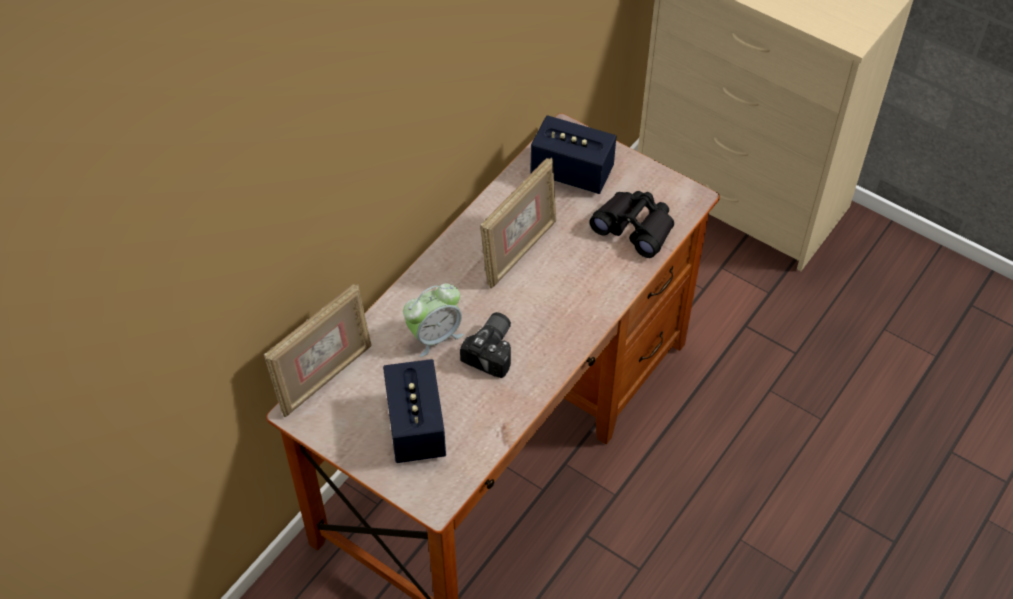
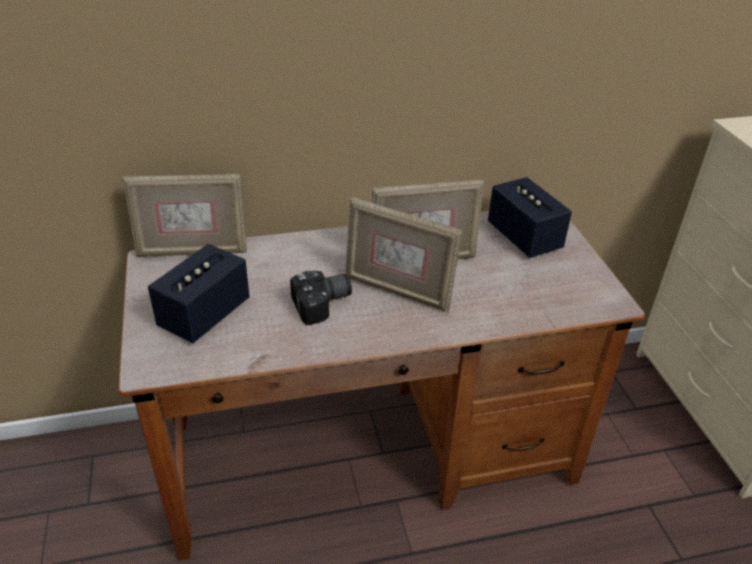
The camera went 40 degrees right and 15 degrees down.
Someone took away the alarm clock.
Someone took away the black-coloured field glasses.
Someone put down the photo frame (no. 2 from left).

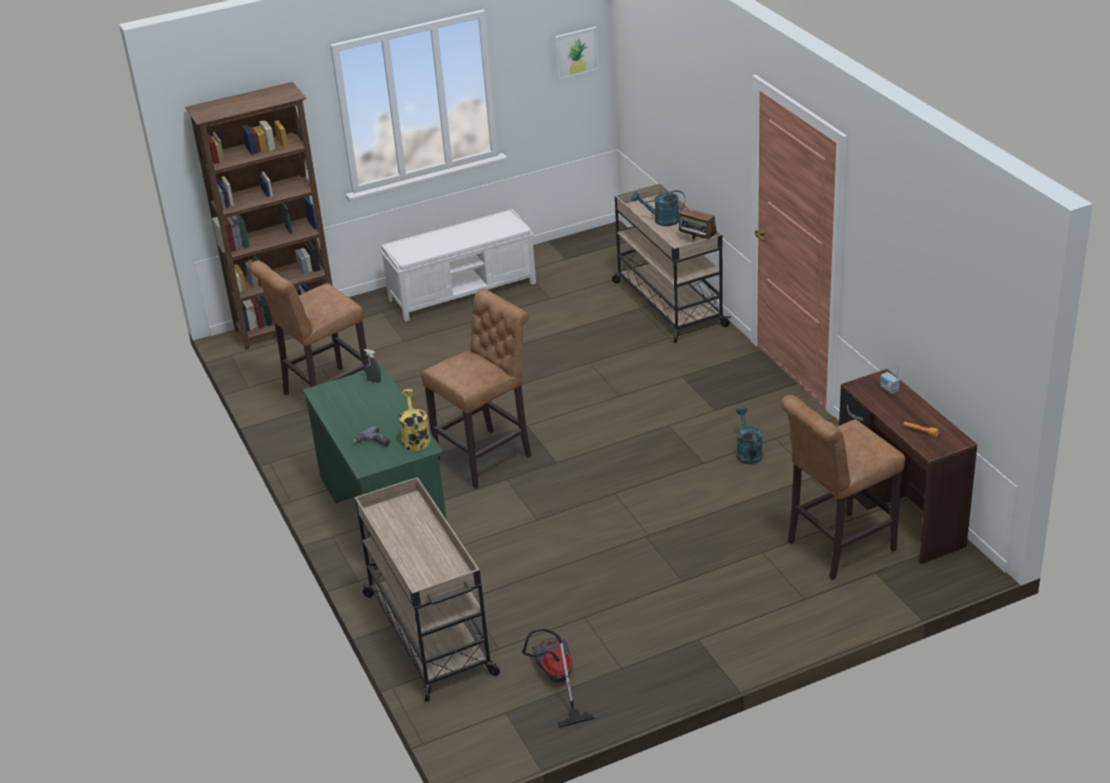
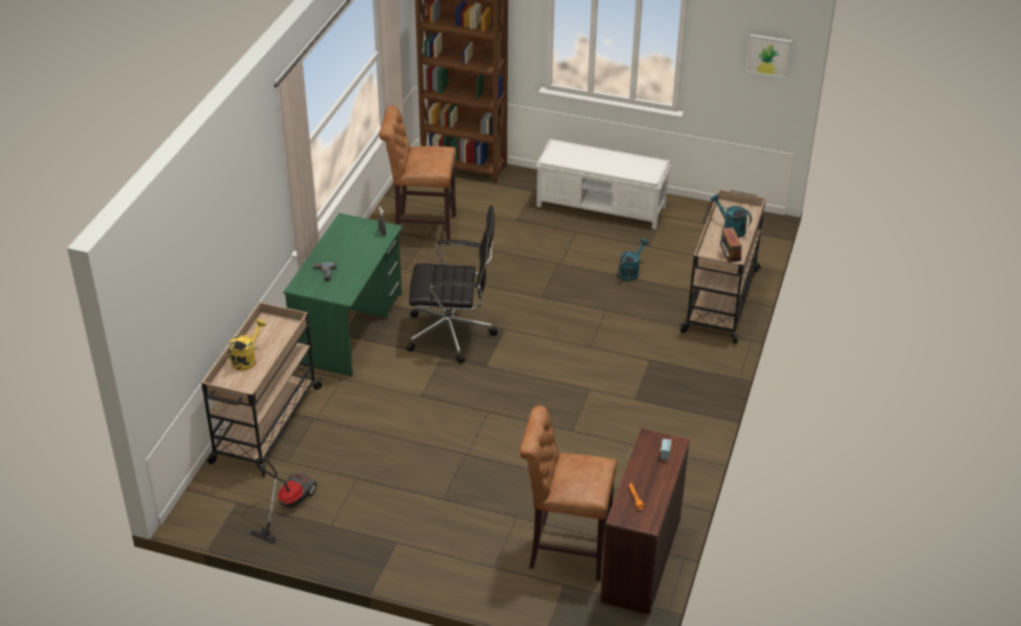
The camera went 40 degrees right and 5 degrees up.
Someone carried the yellow watering pot.
Someone carried the blue-green watering pot (no. 2 from left in the first image).
Someone swapped the brown-coloured stool seat (no. 2 from left) for the black-coloured desk chair.

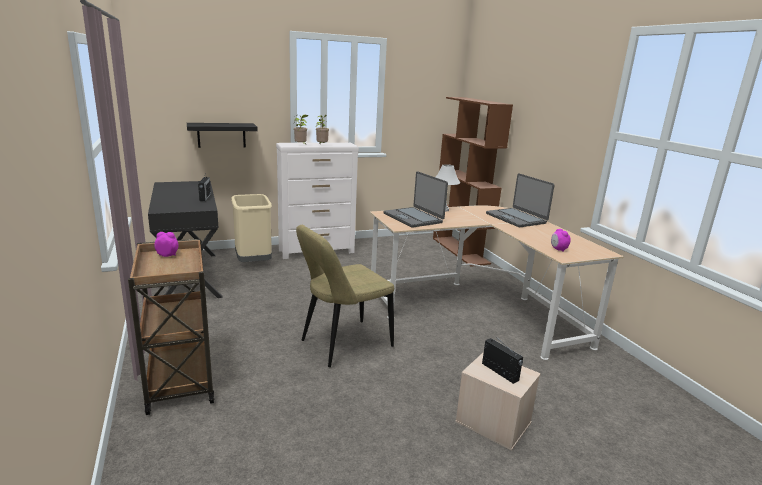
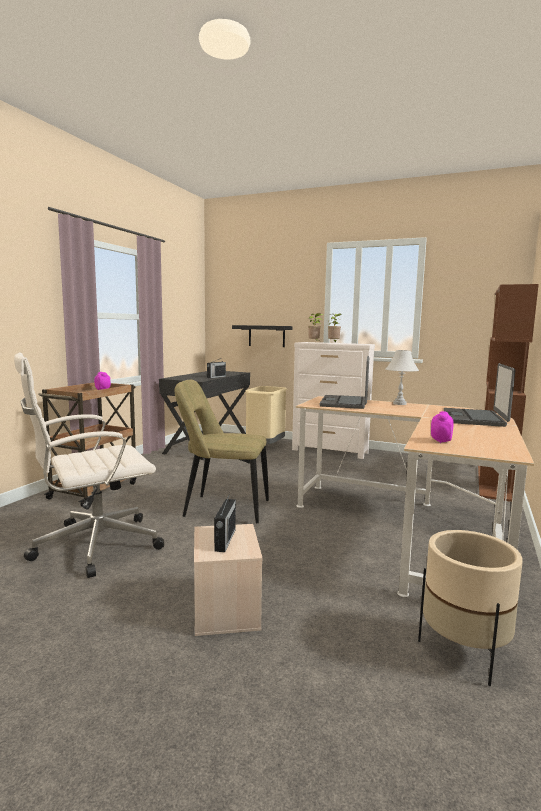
The camera went 45 degrees right and 10 degrees down.
Someone put down the whitish desk chair.
Someone put down the sand-coloured flower pot.

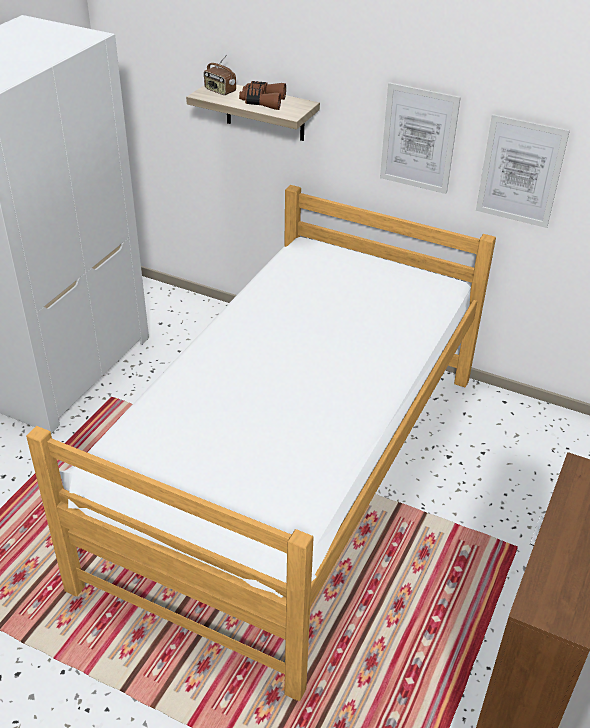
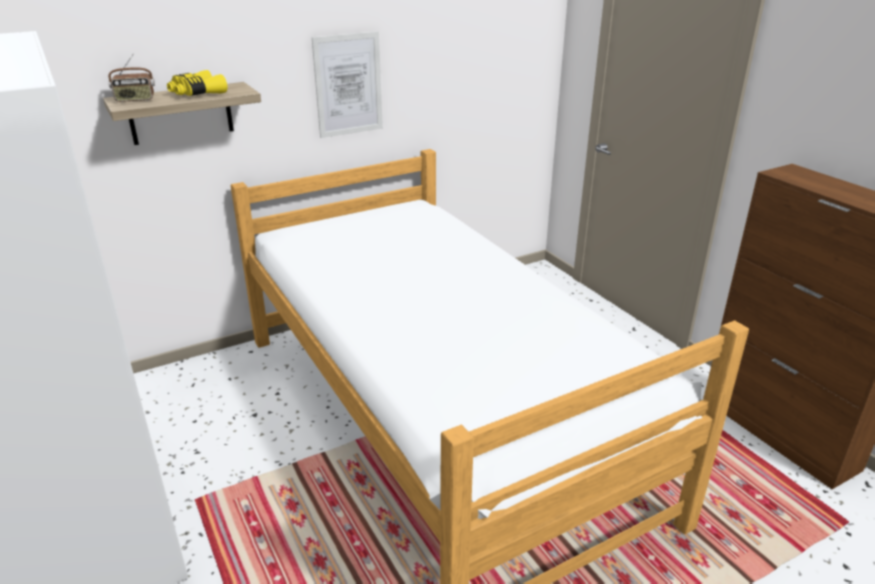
The camera went 55 degrees left and 10 degrees down.
Someone took away the picture (no. 2 from left).
Someone repainted the brown-coloured field glasses, which became the yellow field glasses.

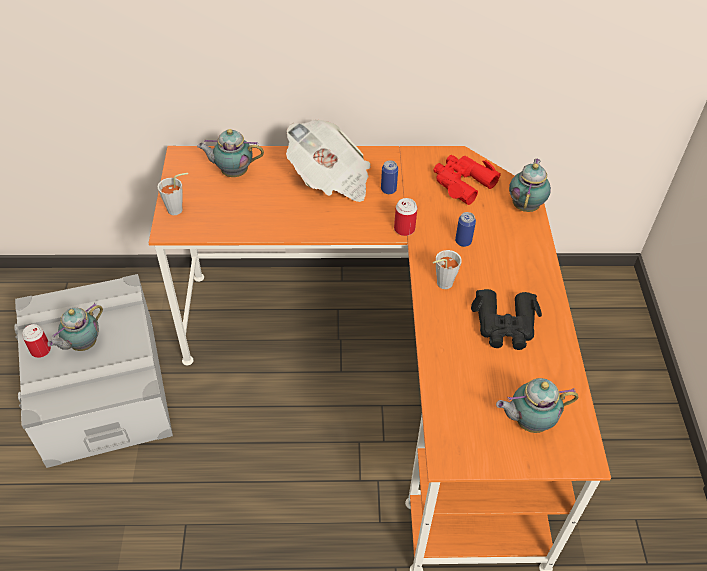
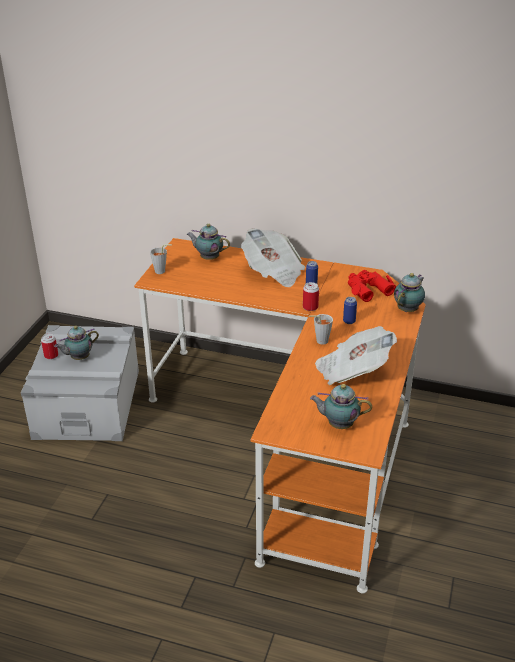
The camera went 20 degrees right and 15 degrees down.
Someone swapped the black-coloured field glasses for the daily paper (no. 2 from left).

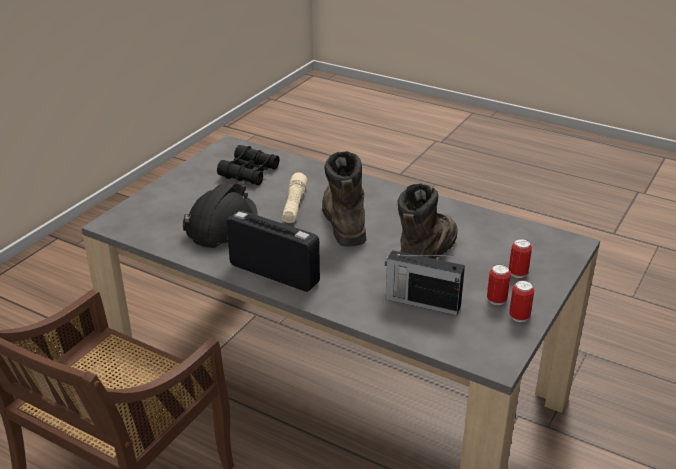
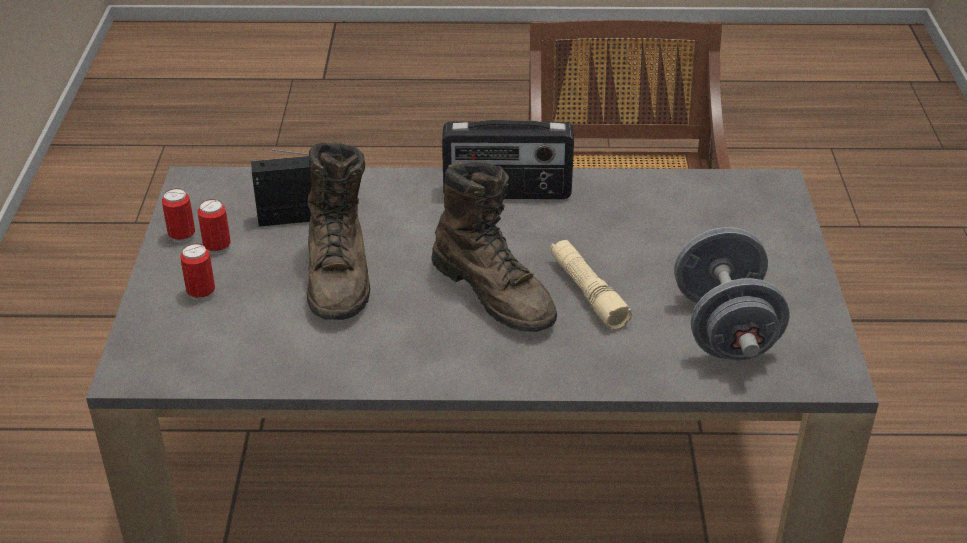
The camera went 150 degrees right and 5 degrees up.
Someone took away the black-coloured hard hat.
Someone swapped the black-coloured field glasses for the grey hand weight.

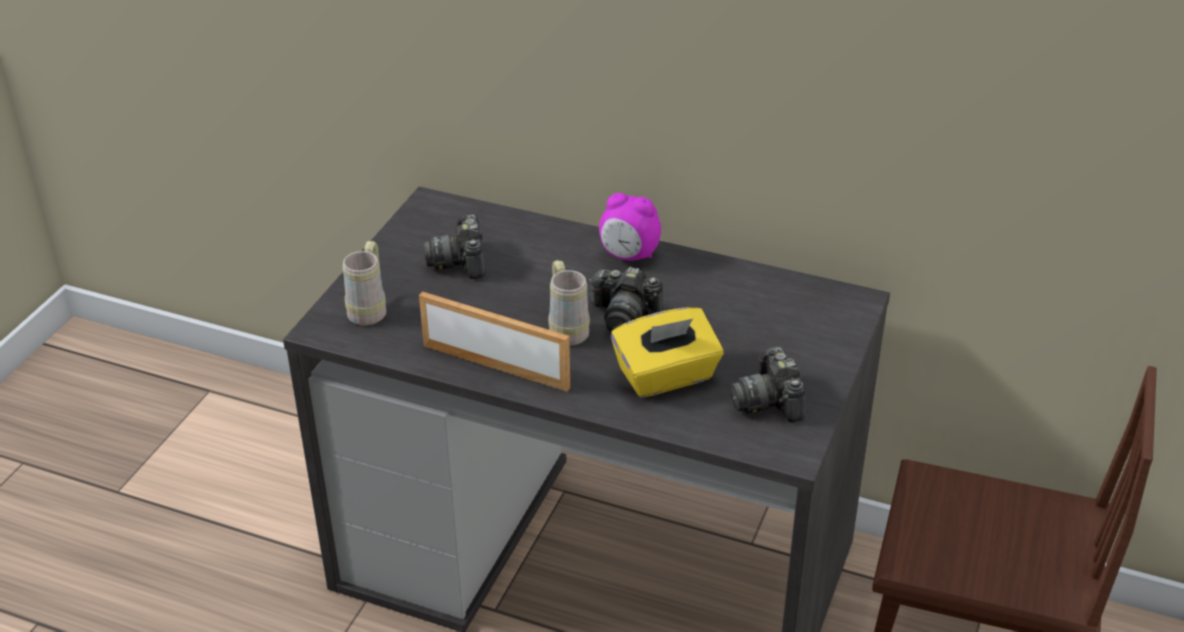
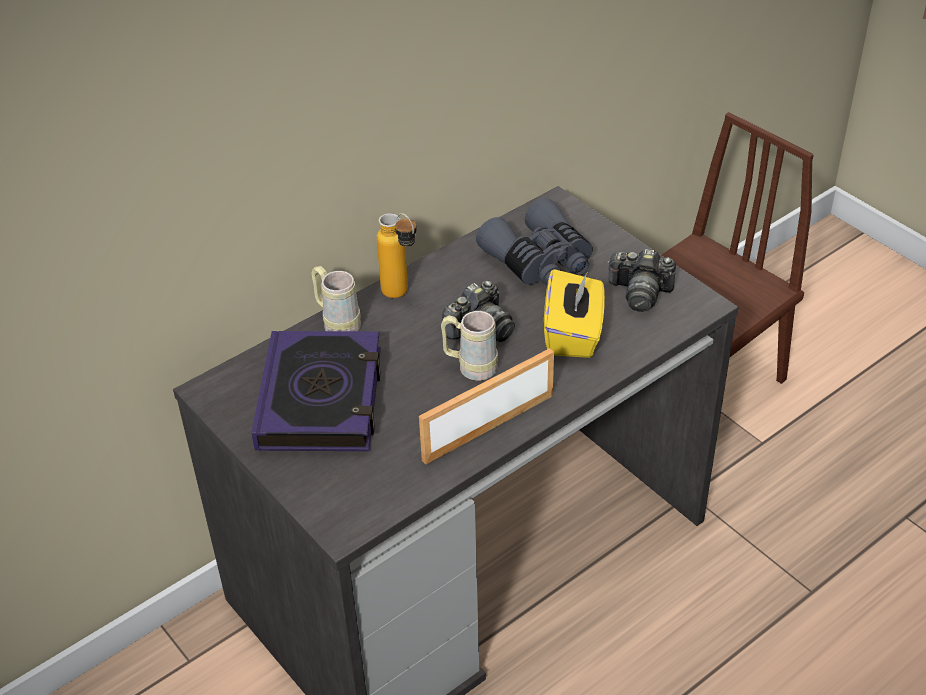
The camera went 60 degrees left and 5 degrees up.
Someone put down the grey field glasses.
Someone carried the sand-coloured coffee mug (no. 1 from left).
Someone swapped the still camera (no. 1 from left) for the bound book.
Someone swapped the alarm clock for the drink bottle.

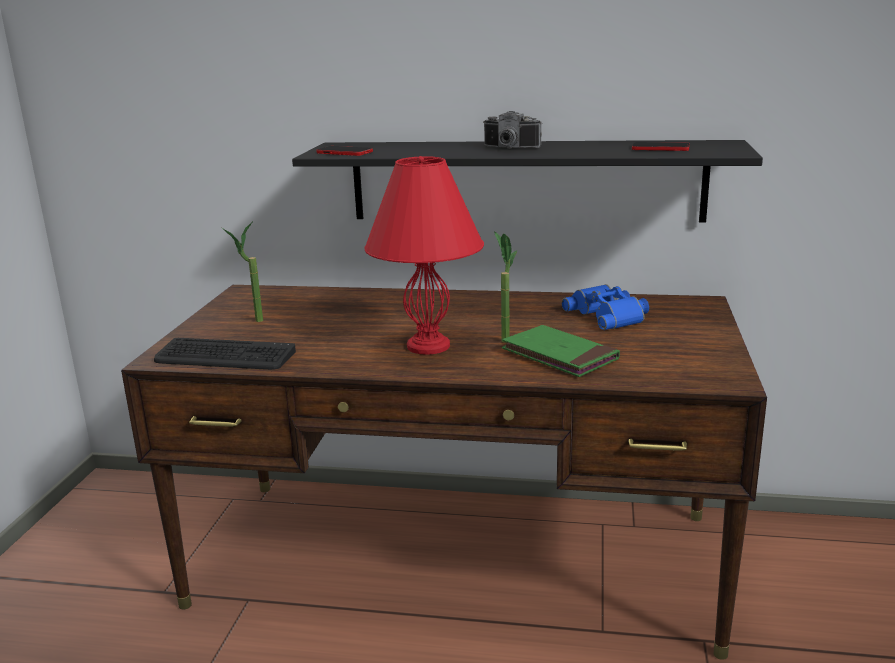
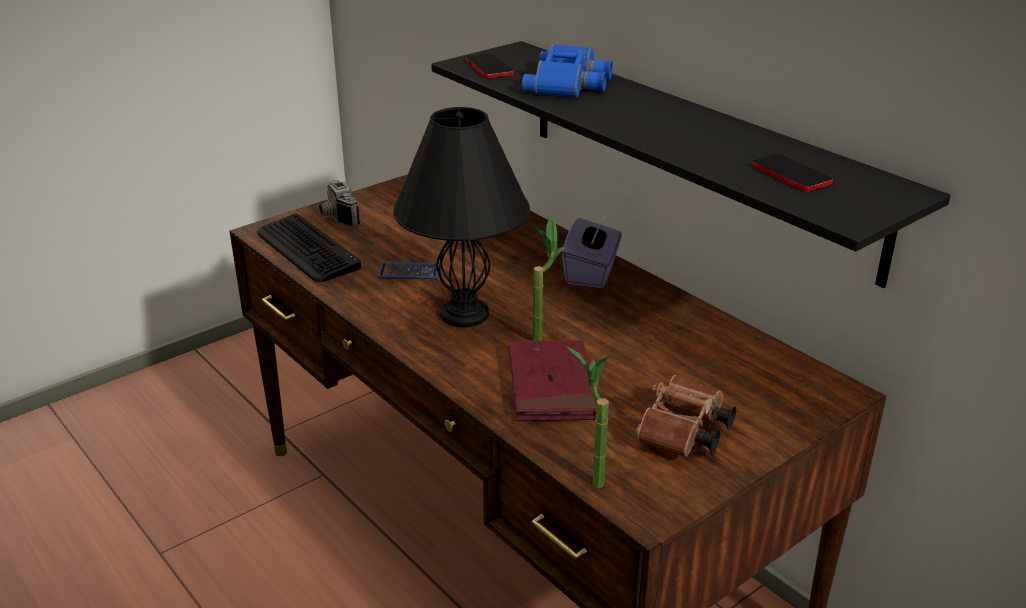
The camera went 40 degrees right and 10 degrees up.
Someone put down the handset (no. 1 from left).
Someone put down the purplish tissue holder.
Someone put down the brown-coloured field glasses.
Someone carried the potted plant (no. 1 from left in the first image).
Someone carried the still camera.
Someone carried the blue-coloured field glasses.
Someone repainted the reddish lamp for a table, which became the black-coloured lamp for a table.
Someone repainted the green bound book, which became the reddish bound book.

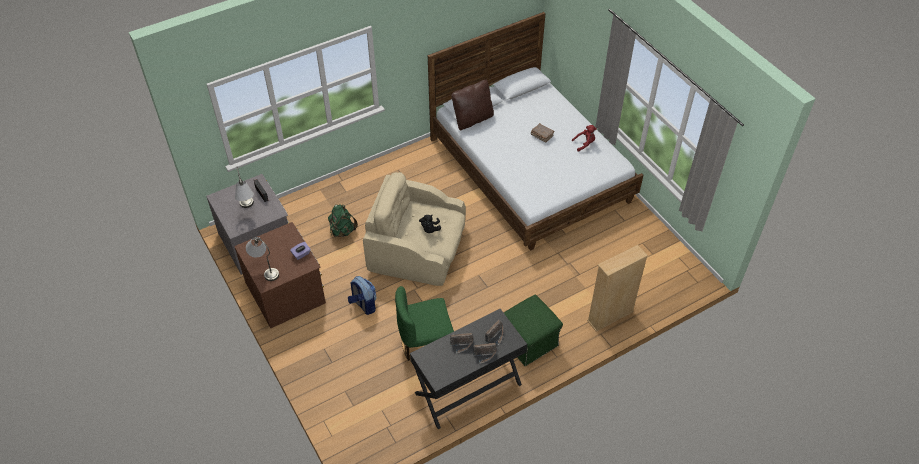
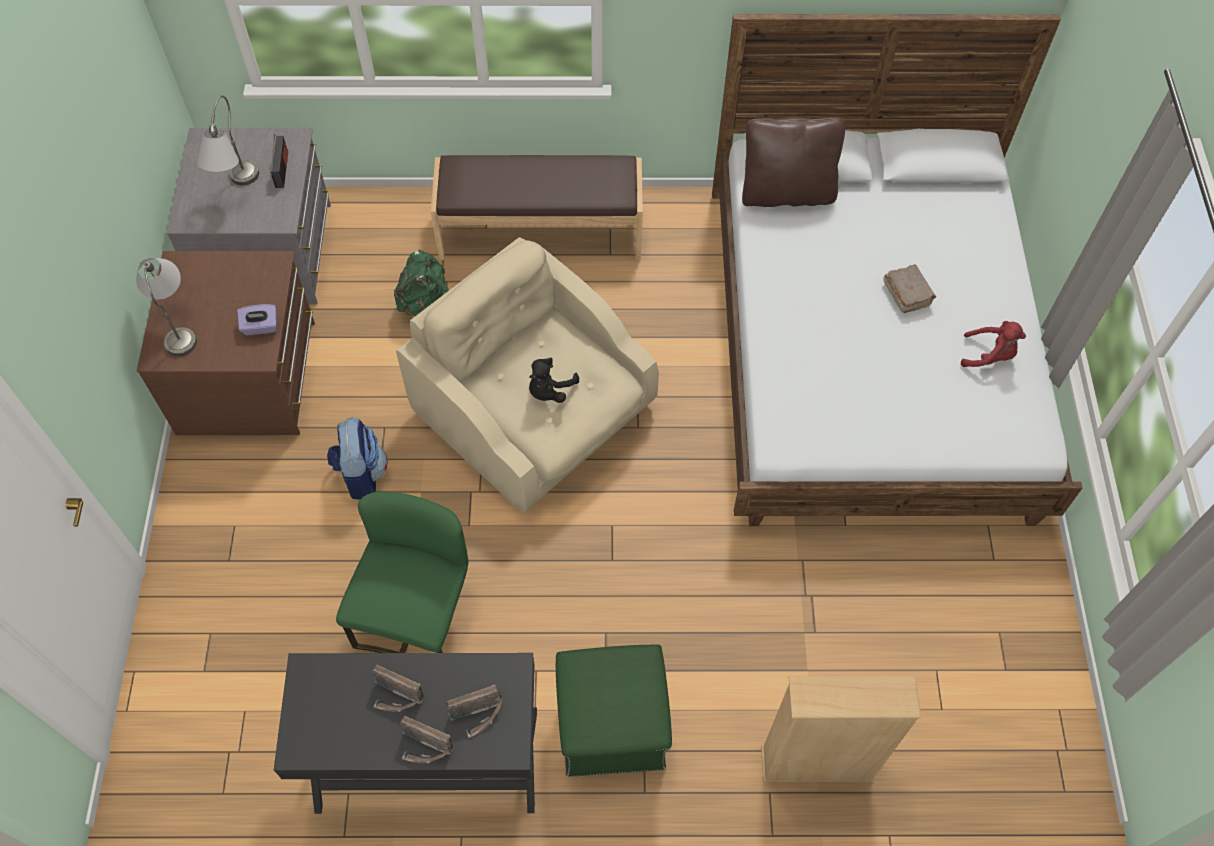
The camera went 30 degrees right and 10 degrees up.
Someone put down the brown-coloured indoor bench.
Someone rotated the green chair by 90 degrees clockwise.

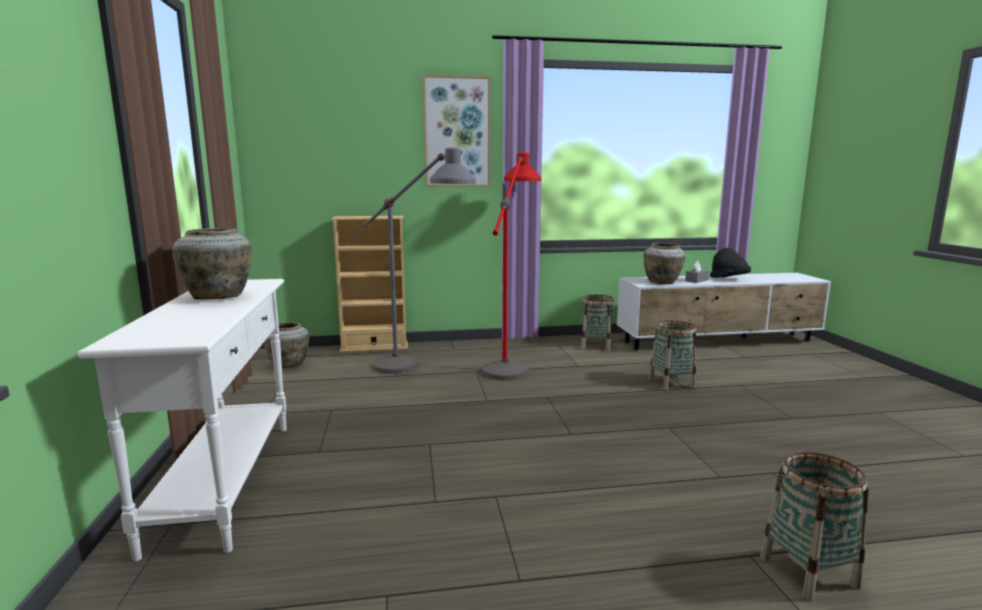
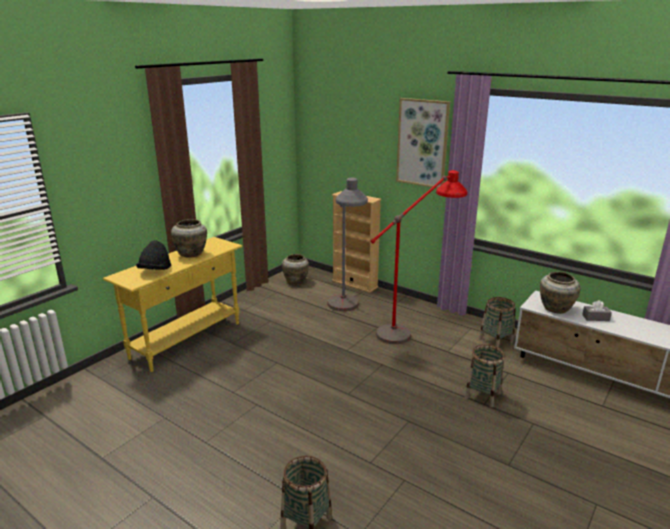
The camera went 45 degrees right and 10 degrees up.
Someone carried the black-coloured wearable hat.
Someone repainted the whitish narrow table, which became the yellow narrow table.

